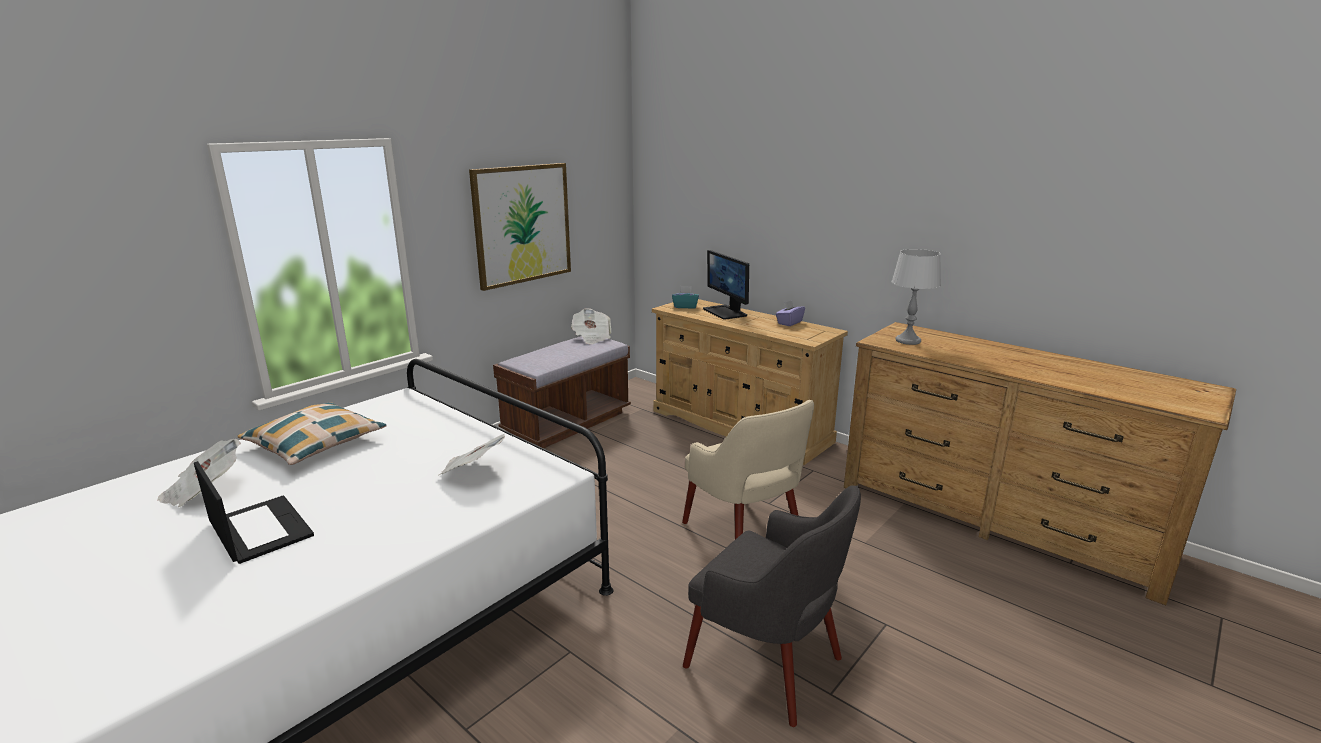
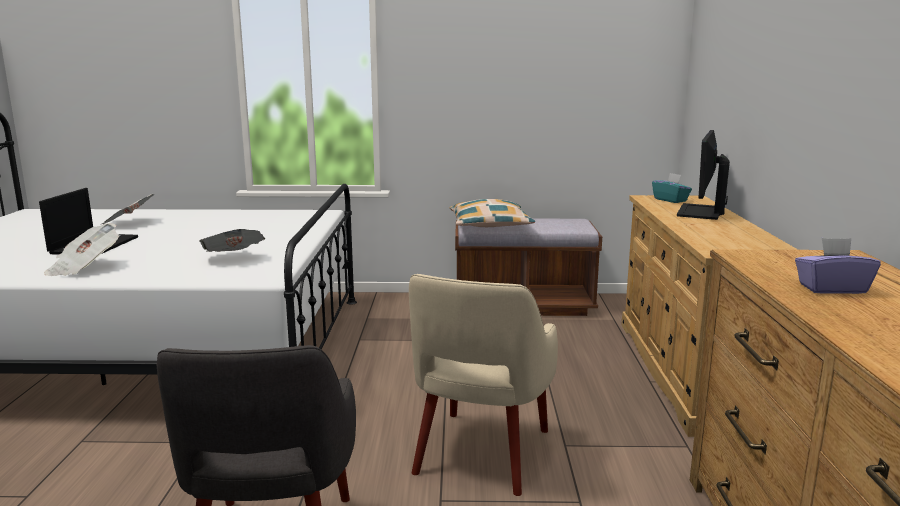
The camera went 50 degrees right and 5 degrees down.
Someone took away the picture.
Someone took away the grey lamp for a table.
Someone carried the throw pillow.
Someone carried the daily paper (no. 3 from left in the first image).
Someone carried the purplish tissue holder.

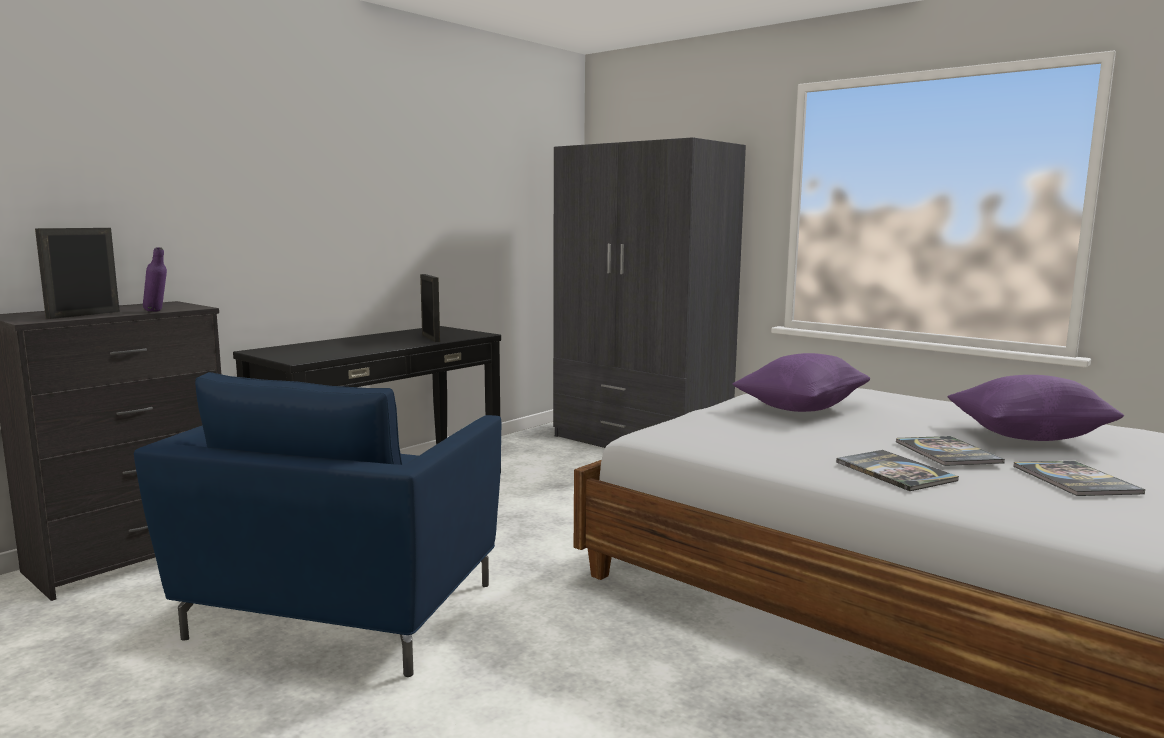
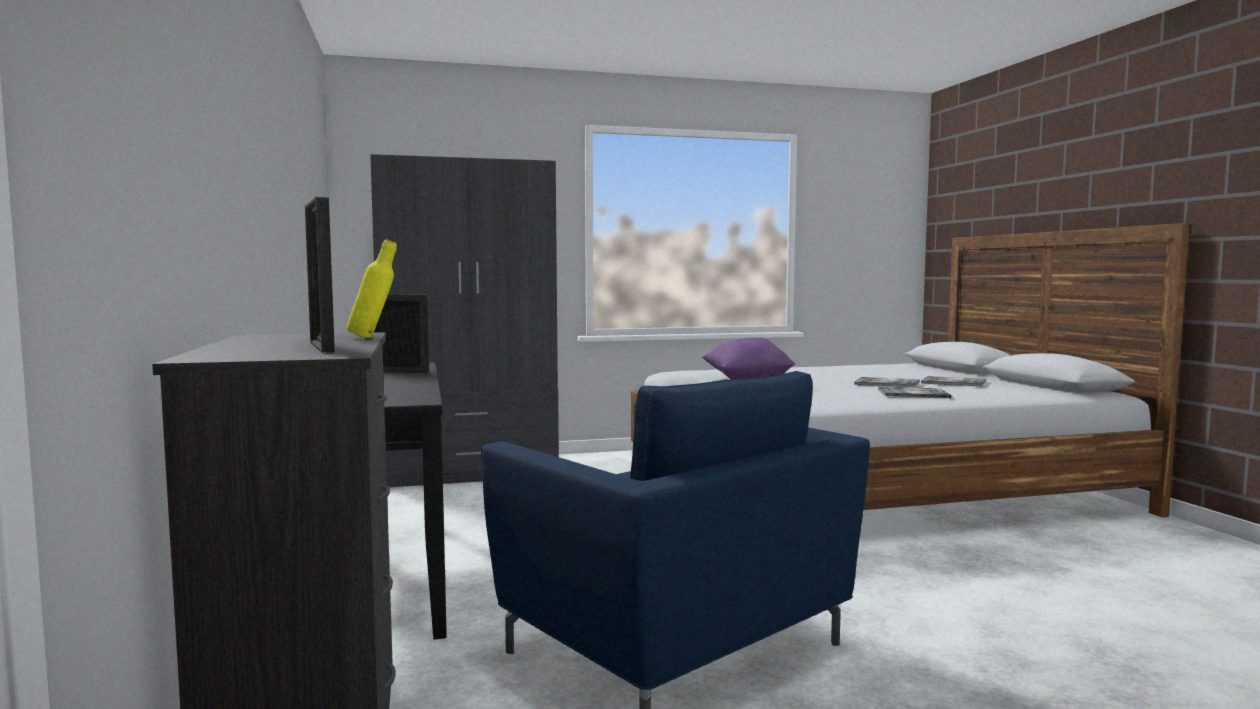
The camera went 55 degrees left and 5 degrees down.
Someone took away the purplish throw pillow (no. 2 from left).
Someone repainted the purplish drink bottle, which became the yellow drink bottle.

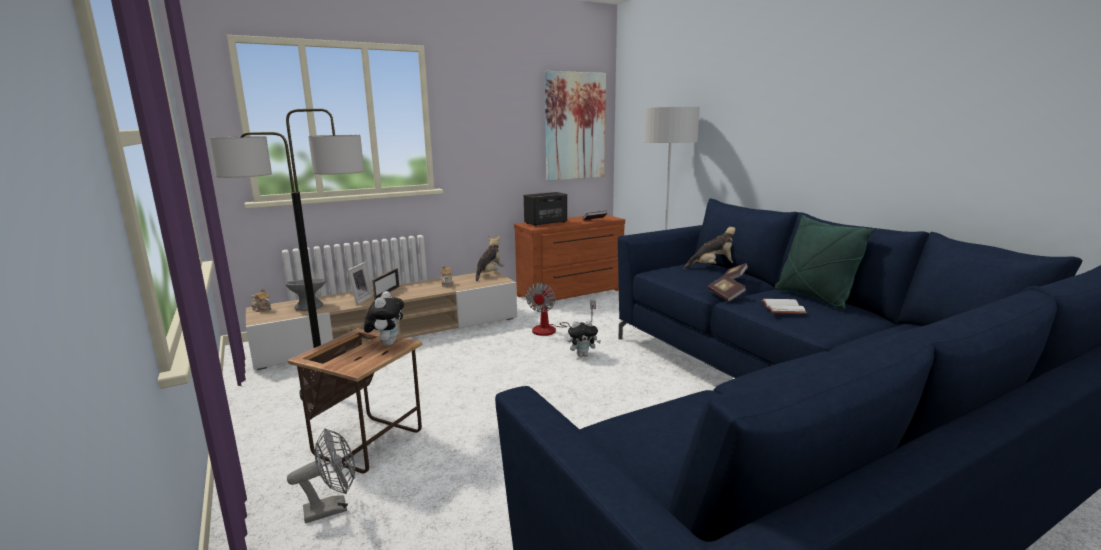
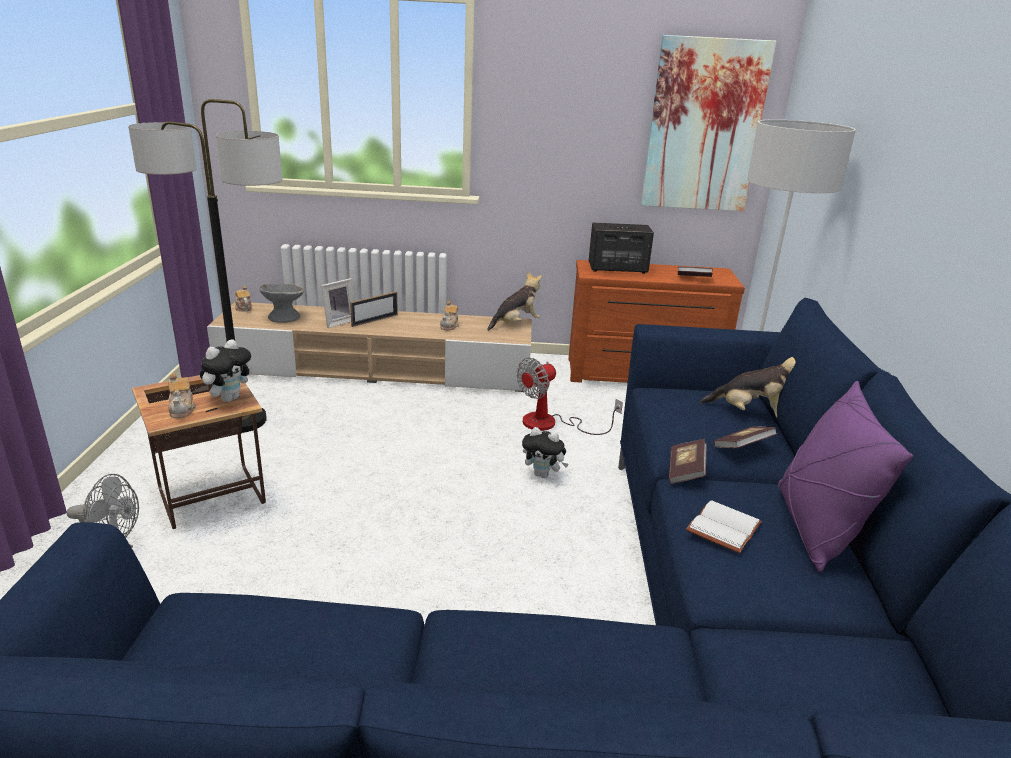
The camera went 30 degrees right and 10 degrees up.
Someone put down the tea pot (no. 1 from left).
Someone repainted the green throw pillow, which became the purplish throw pillow.

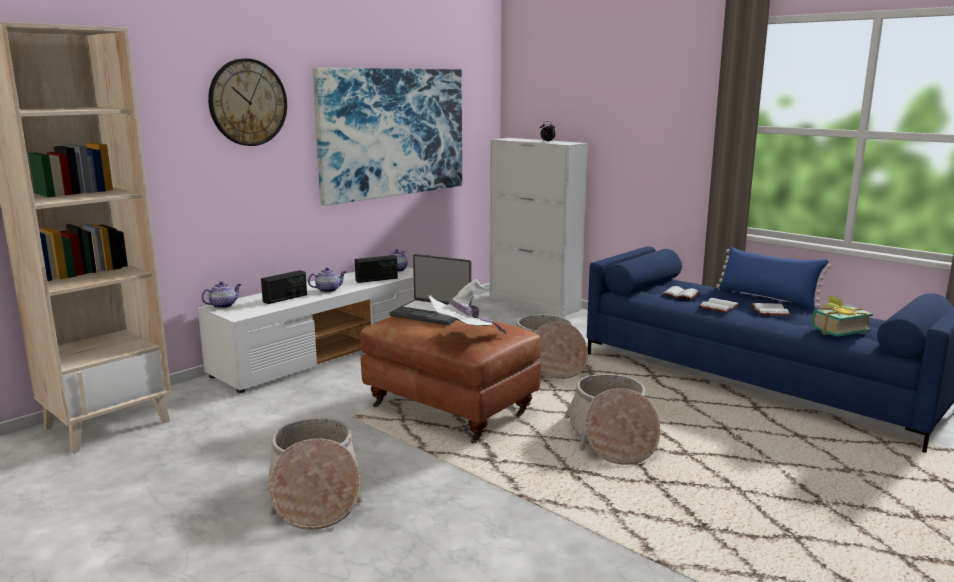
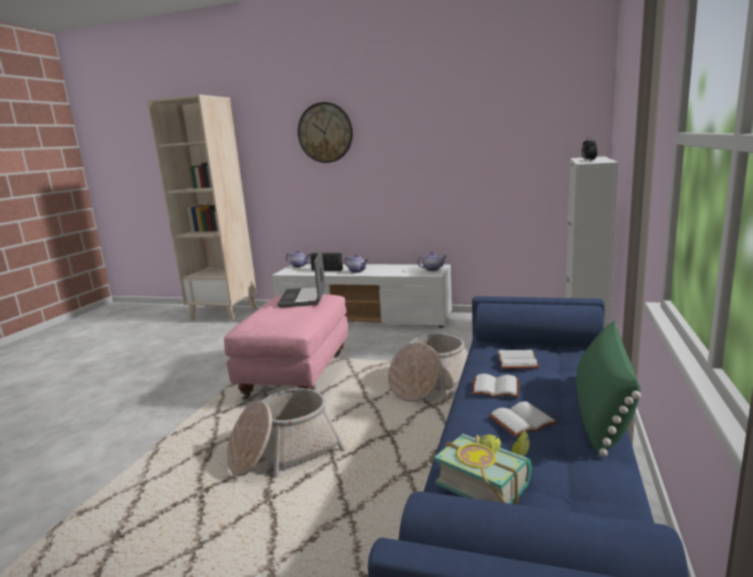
The camera went 65 degrees right and 0 degrees up.
Someone took away the storage basket (no. 1 from left).
Someone took away the picture.
Someone took away the radio set (no. 2 from left).
Someone took away the whitish wearable hat.
Someone repainted the brown-coloured pouffe, which became the pinkish pouffe.
Someone repainted the blue-coloured throw pillow, which became the green throw pillow.

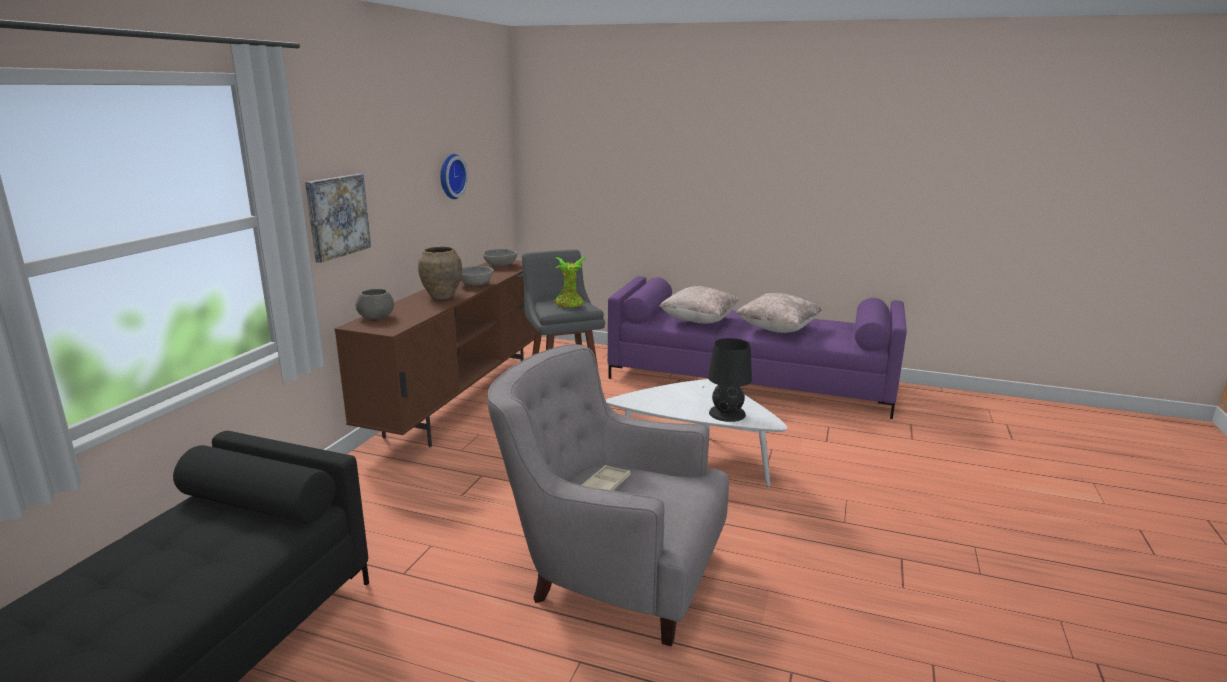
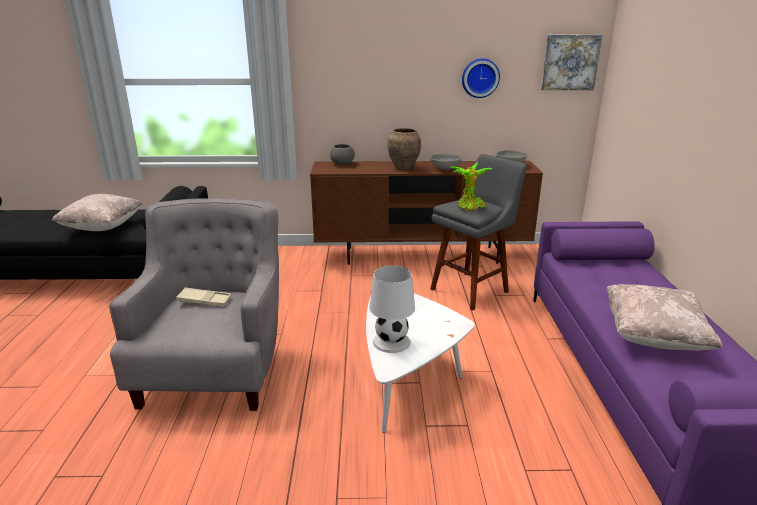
The camera went 70 degrees right and 5 degrees up.
Someone carried the picture.
Someone carried the sand-coloured throw pillow (no. 1 from left).
Someone repainted the black-coloured lamp for a table, which became the whitish lamp for a table.

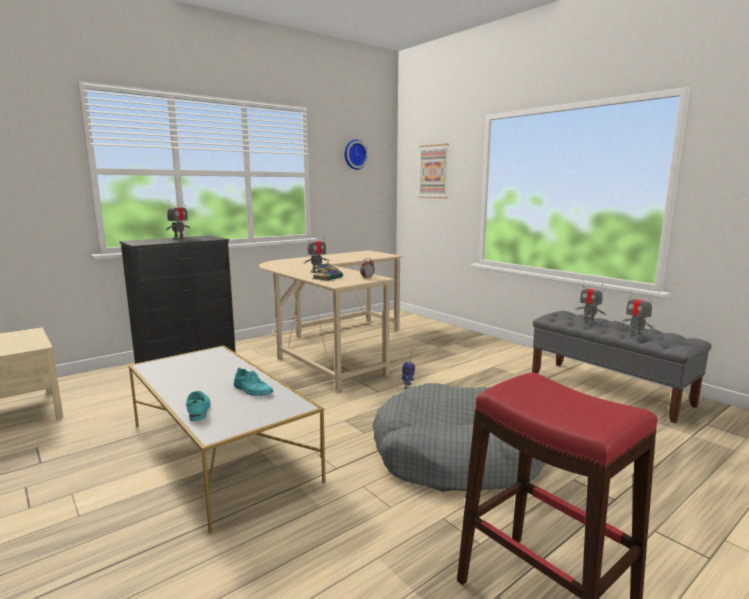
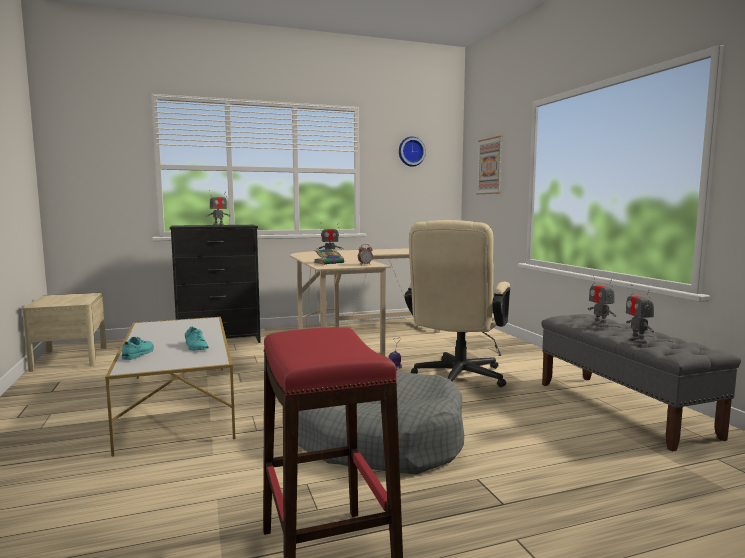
The camera went 20 degrees right and 5 degrees down.
Someone put down the sand-coloured desk chair.

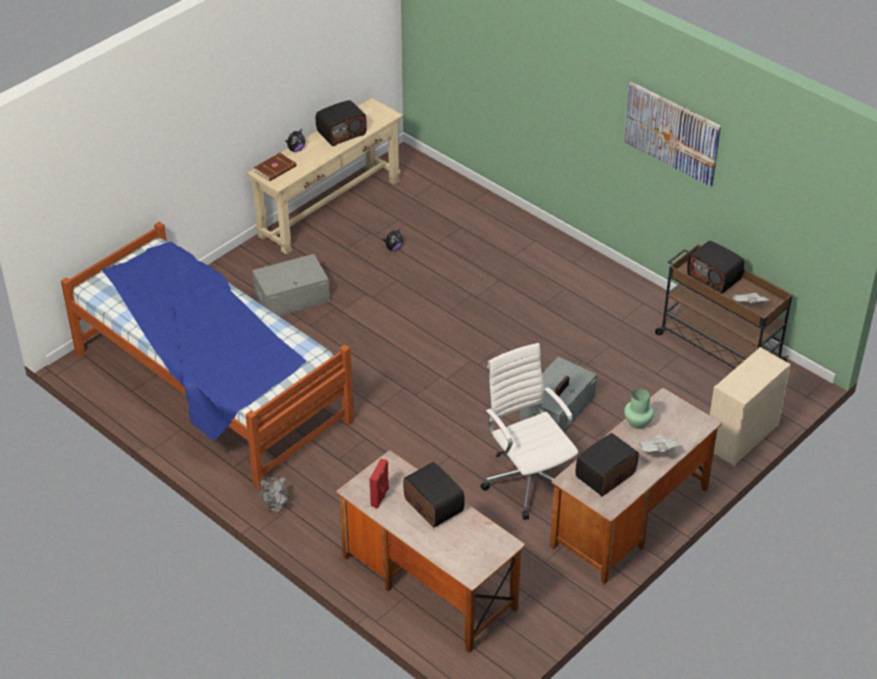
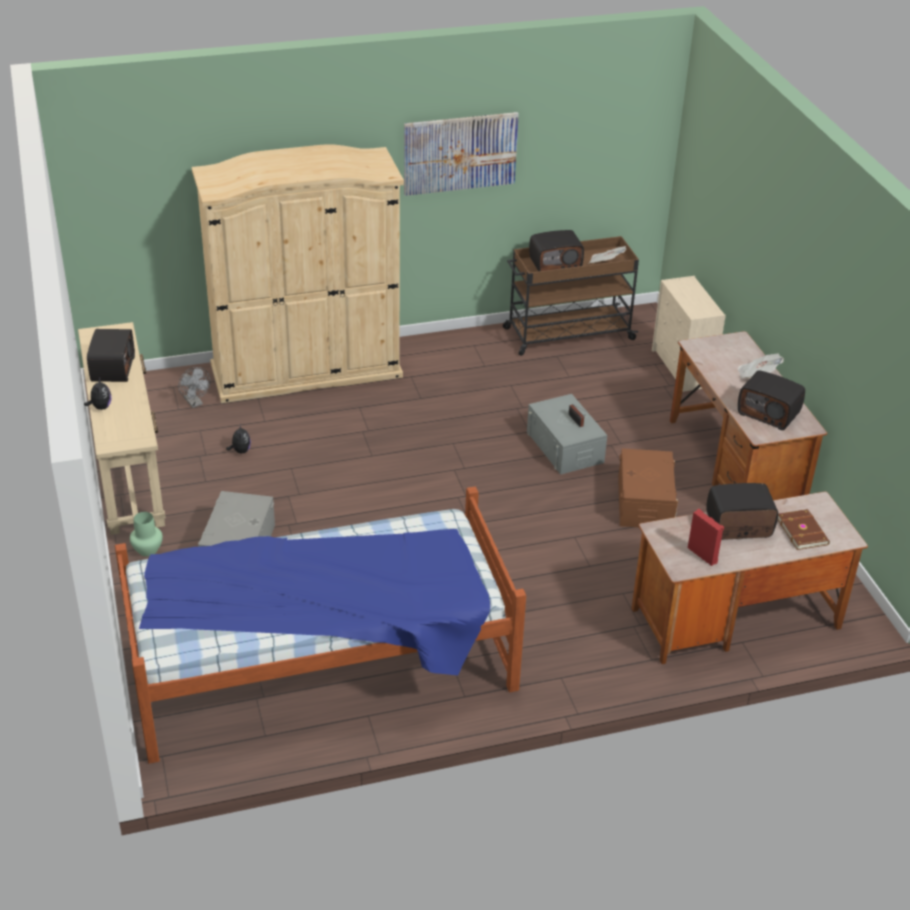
The camera went 60 degrees left and 5 degrees down.
Someone put down the sand-coloured armoire.
Someone carried the brown-coloured bound book.
Someone carried the grey cooling fan.
Someone carried the green decorative vase.
Someone swapped the whitish desk chair for the brown-coloured storage container.
Someone rotated the radio set (no. 4 from left in the first image) by 45 degrees counterclockwise.

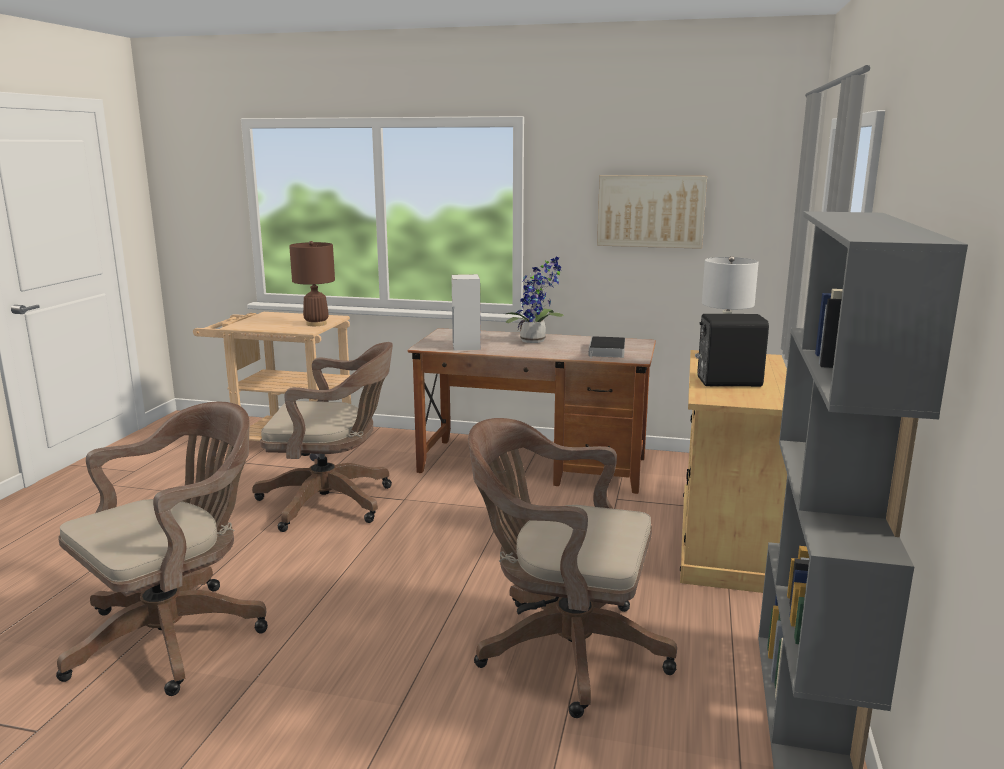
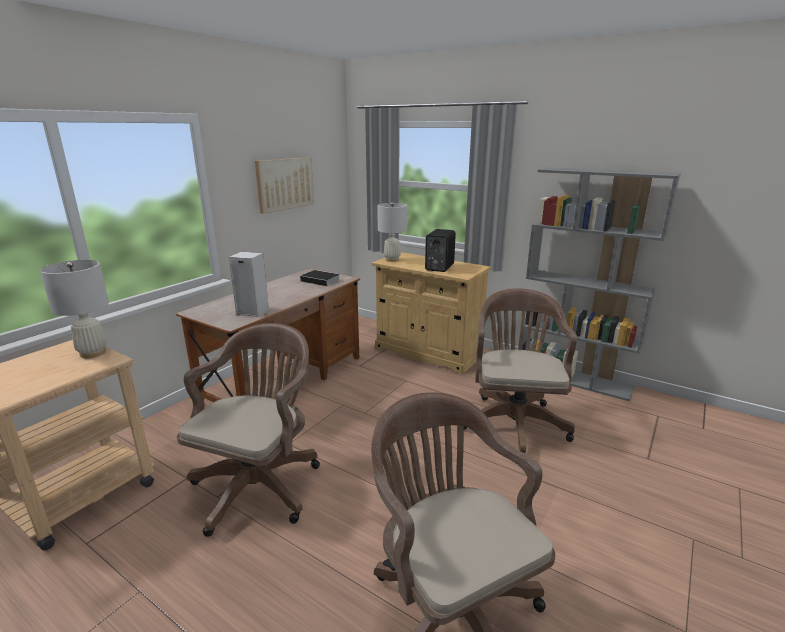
The camera went 70 degrees left and 5 degrees up.
Someone took away the potted plant.
Someone repainted the brown-coloured lamp for a table, which became the whitish lamp for a table (no. 1 from left).
Someone rotated the brown-coloured desk chair (no. 3 from left) by 150 degrees clockwise.

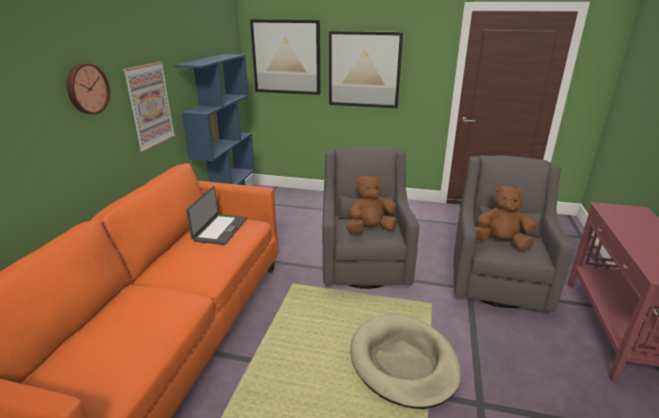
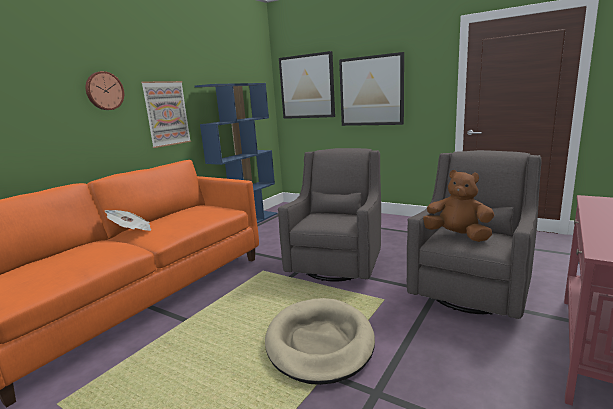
The camera went 20 degrees right and 10 degrees down.
Someone took away the notebook computer.
Someone took away the brown-coloured soft toy (no. 1 from left).
Someone put down the daily paper.

